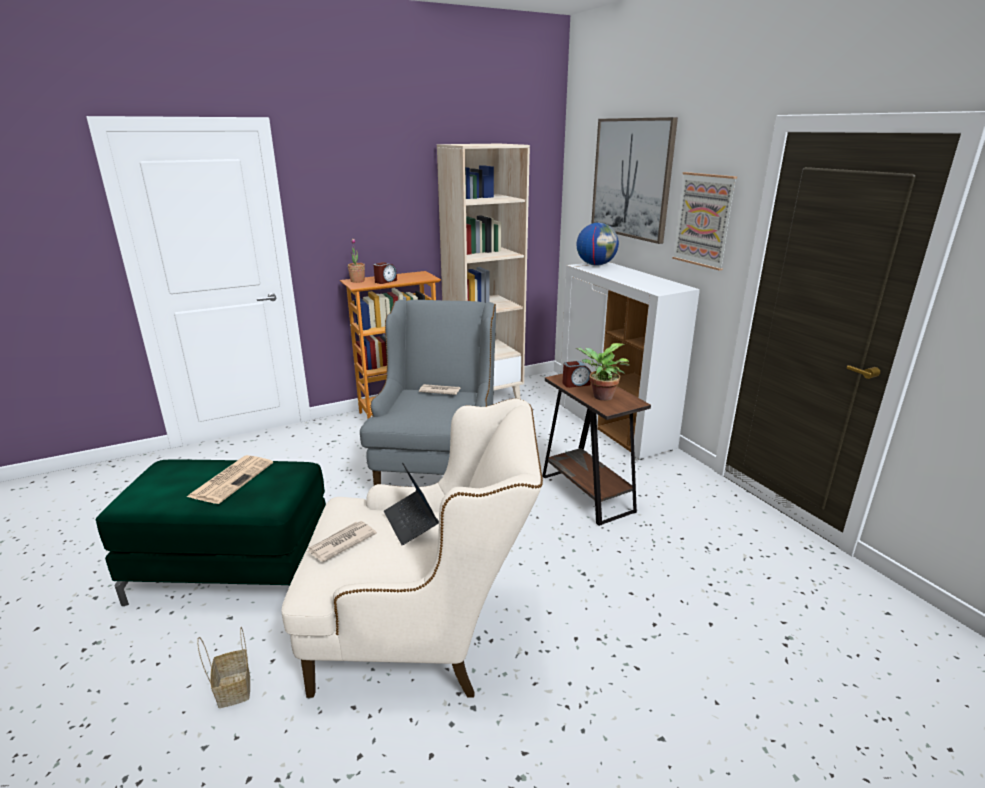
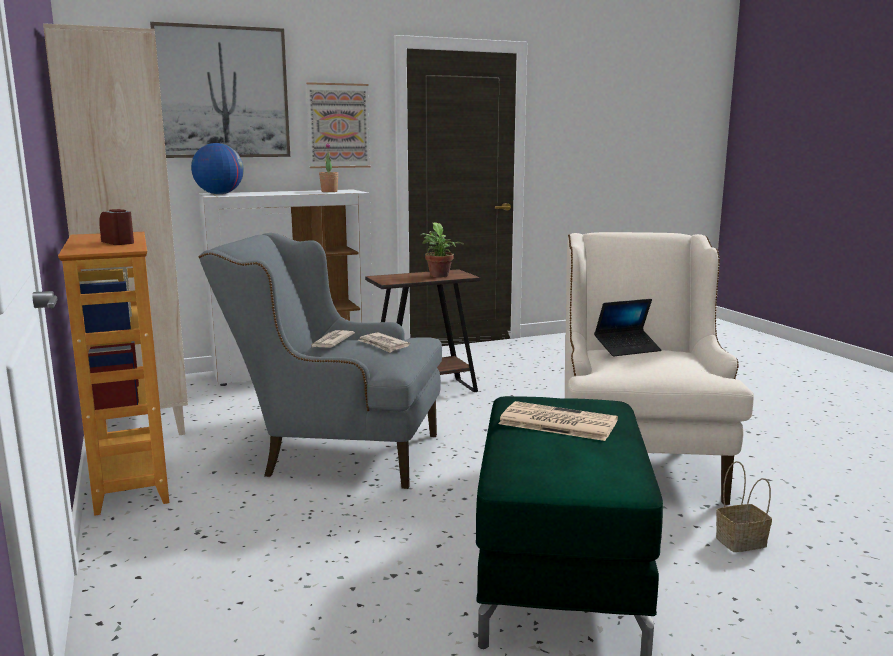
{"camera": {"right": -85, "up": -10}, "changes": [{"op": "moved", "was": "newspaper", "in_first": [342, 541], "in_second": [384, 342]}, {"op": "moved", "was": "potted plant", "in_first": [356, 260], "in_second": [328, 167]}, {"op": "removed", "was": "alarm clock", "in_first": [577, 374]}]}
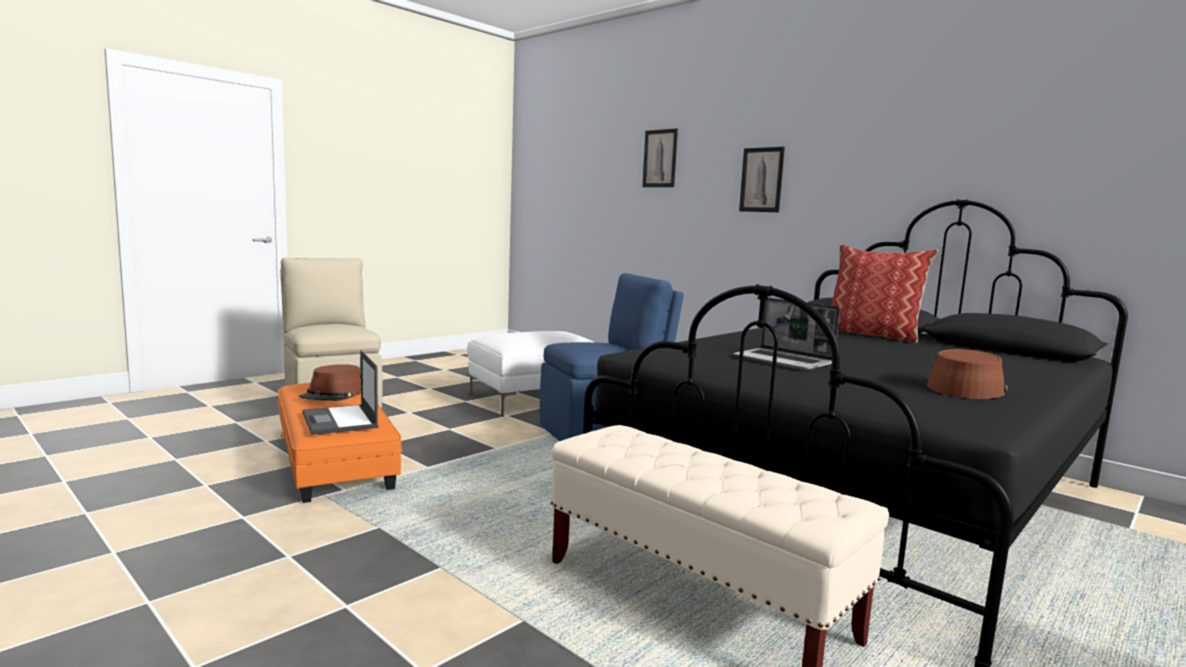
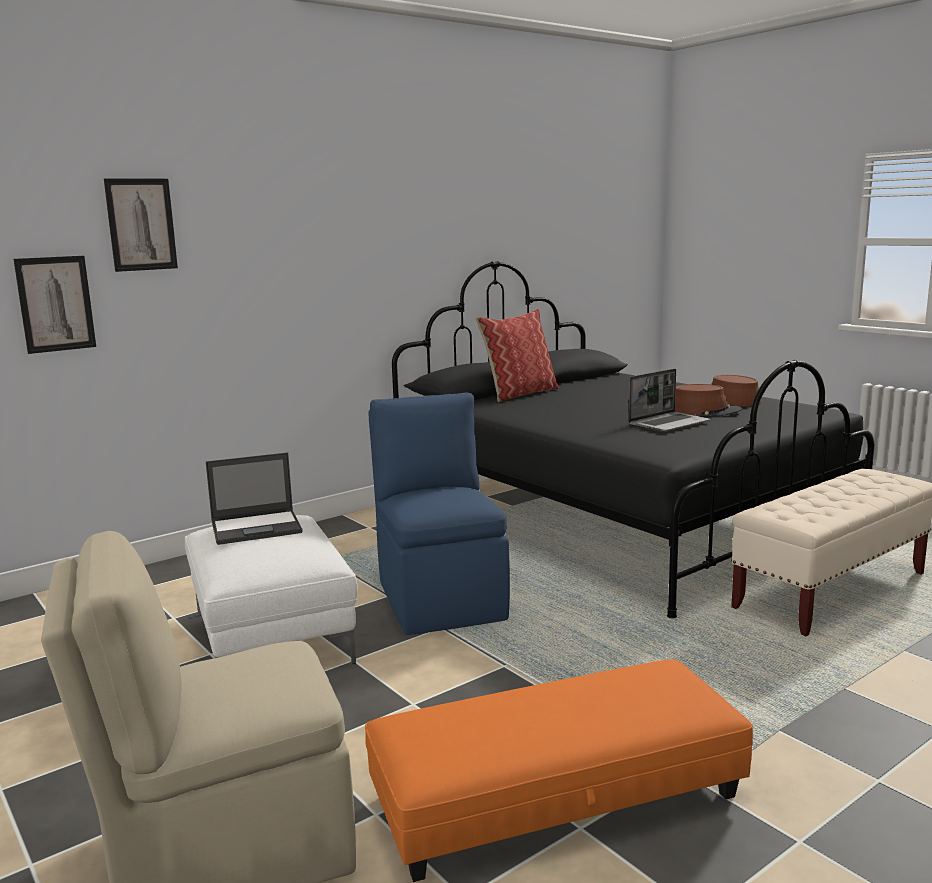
{"camera": {"right": -80, "up": 5}, "changes": [{"op": "moved", "was": "hat in brown", "in_first": [330, 382], "in_second": [708, 400]}, {"op": "moved", "was": "laptop", "in_first": [340, 393], "in_second": [254, 498]}, {"op": "moved", "was": "picture", "in_first": [762, 179], "in_second": [54, 305]}]}
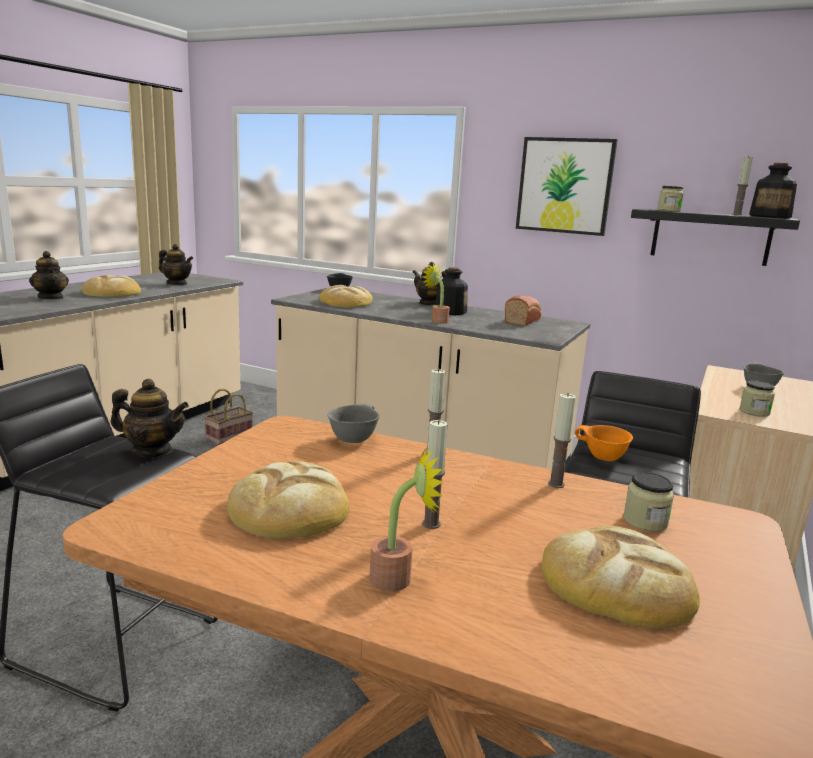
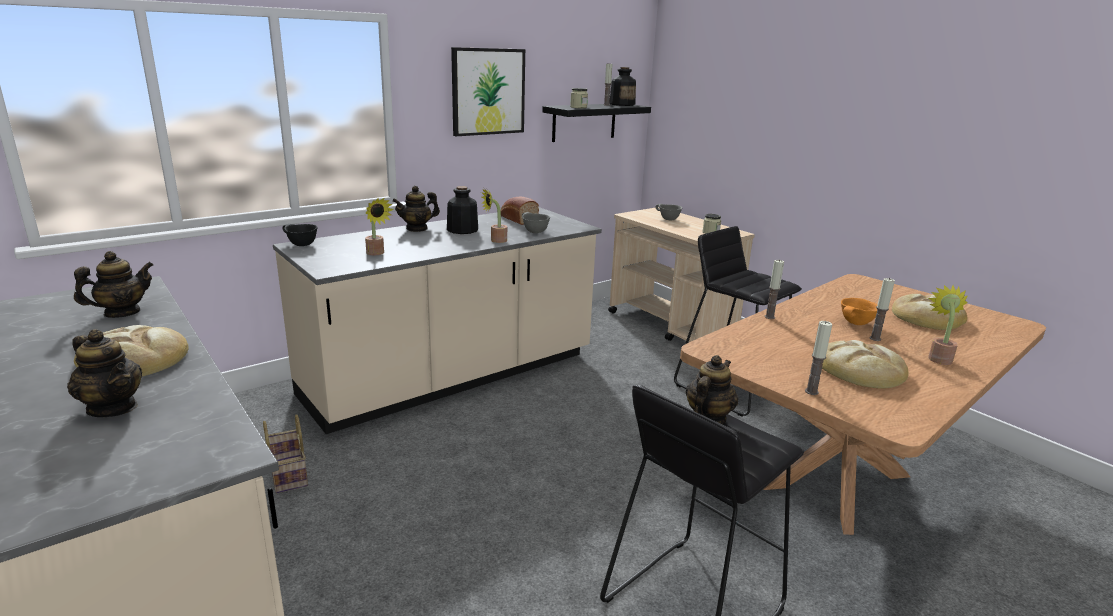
{"camera": {"right": -65, "up": 5}, "changes": [{"op": "turned", "was": "teapot", "in_first": [49, 275], "in_second": [104, 373], "clockwise": 45}, {"op": "replaced", "was": "bread", "now": "potted plant", "in_first": [346, 296], "in_second": [379, 226]}, {"op": "moved", "was": "bowl in grey", "in_first": [353, 423], "in_second": [536, 222]}, {"op": "moved", "was": "candle", "in_first": [562, 441], "in_second": [818, 358]}, {"op": "moved", "was": "bowl in orange", "in_first": [604, 443], "in_second": [859, 311]}, {"op": "removed", "was": "jar", "in_first": [648, 502]}]}
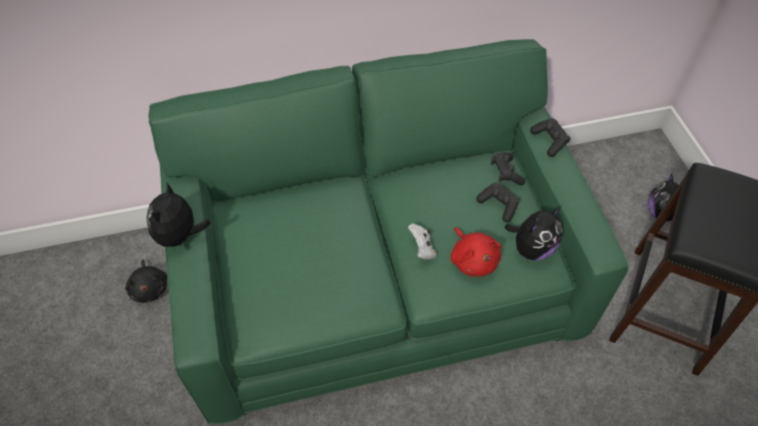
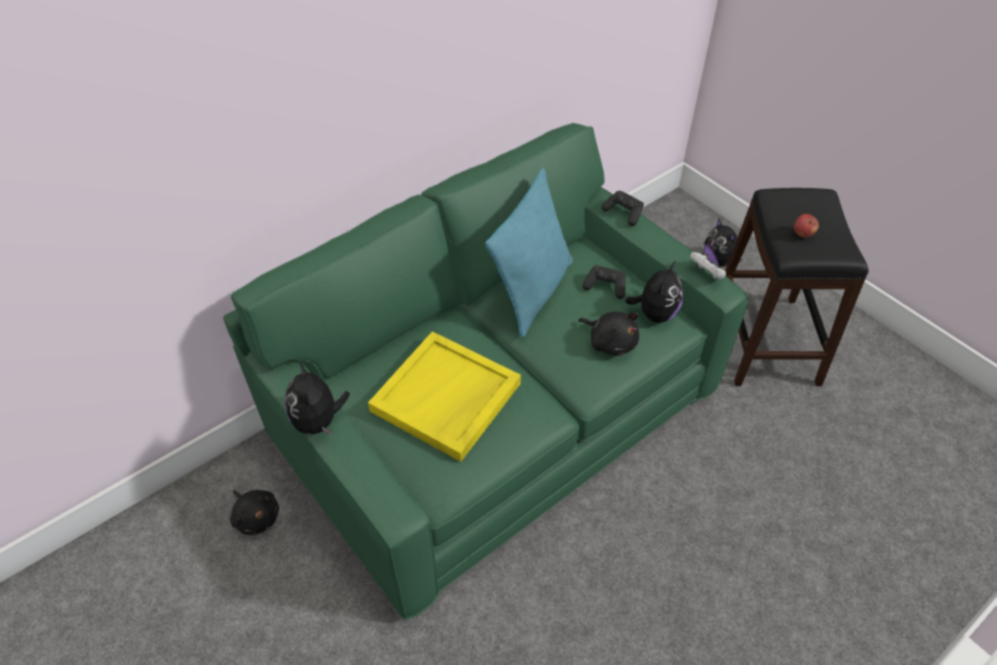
{"camera": {"right": -25, "up": -5}, "changes": [{"op": "moved", "was": "game controller in white", "in_first": [422, 241], "in_second": [707, 266]}, {"op": "recoloured", "was": "plush toy in red", "now": "plush toy in black", "in_first": [476, 252], "in_second": [608, 334]}, {"op": "removed", "was": "game controller in black", "in_first": [508, 168]}, {"op": "added", "now": "tray in yellow", "in_second": [444, 396]}, {"op": "added", "now": "pillow in turquoise", "in_second": [529, 253]}, {"op": "added", "now": "apple", "in_second": [806, 226]}]}
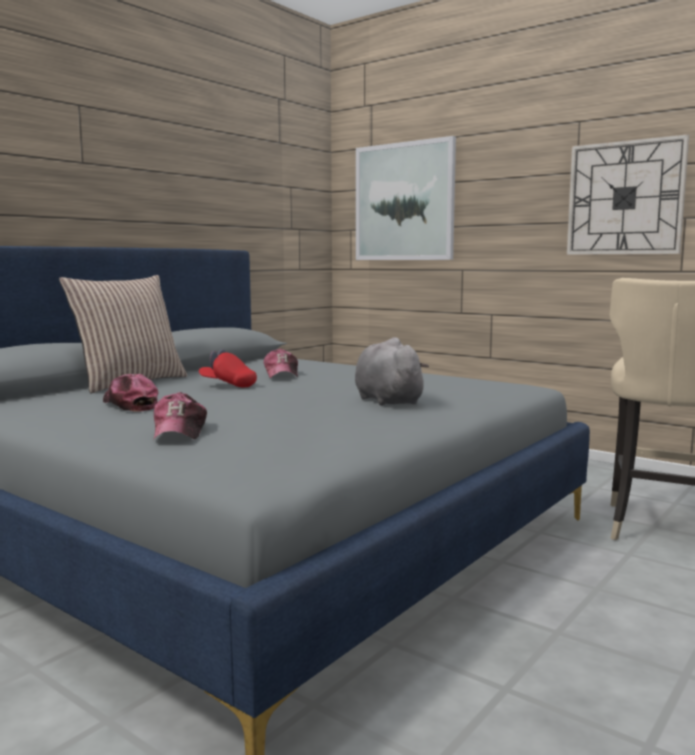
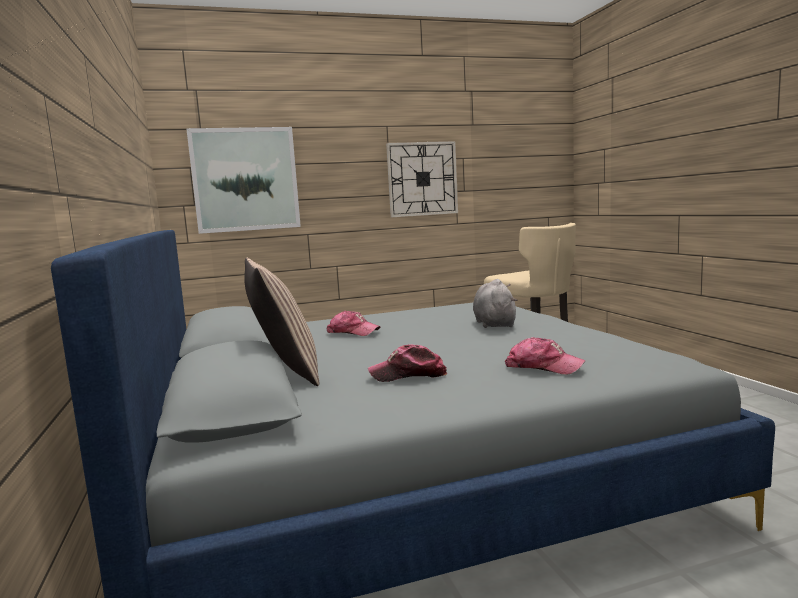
{"camera": {"right": -55, "up": 0}, "changes": [{"op": "removed", "was": "cap in red", "in_first": [228, 368]}, {"op": "turned", "was": "plush toy in grey", "in_first": [392, 371], "in_second": [495, 303], "clockwise": 75}]}
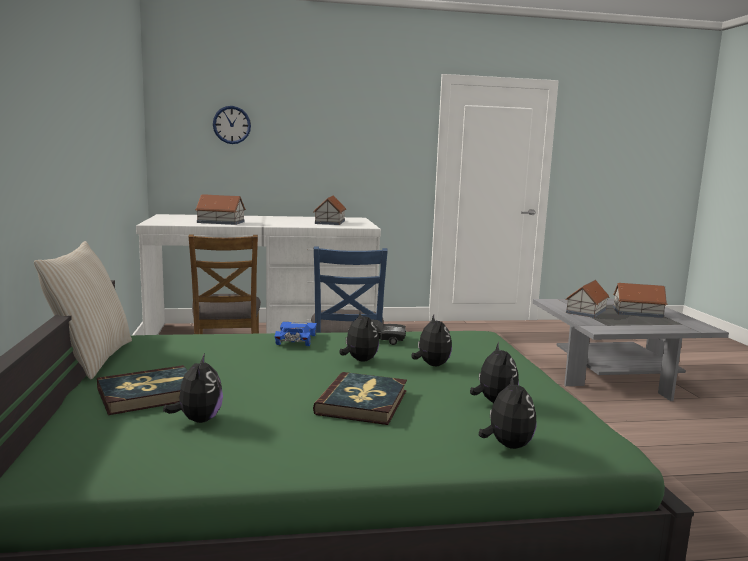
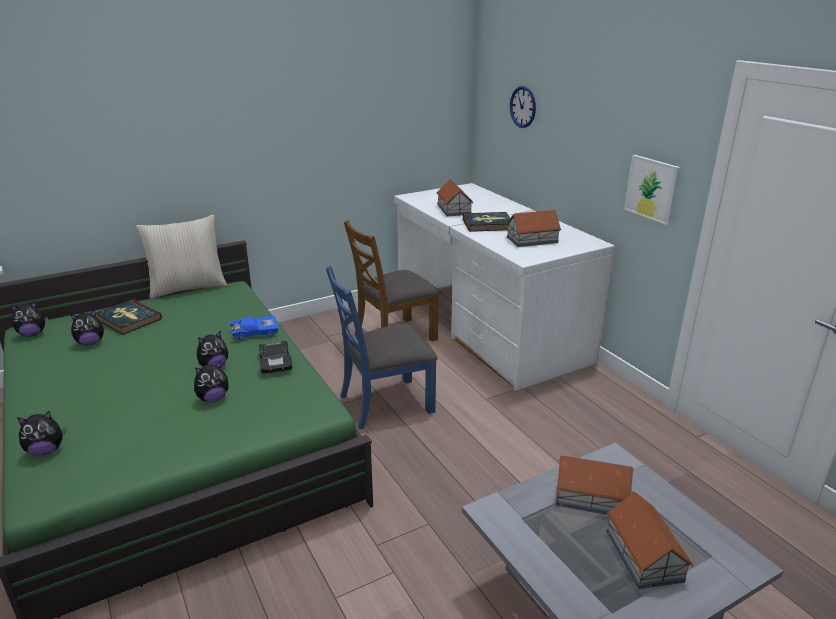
{"camera": {"right": 70, "up": 15}, "changes": [{"op": "moved", "was": "book", "in_first": [360, 398], "in_second": [486, 222]}, {"op": "moved", "was": "plush toy", "in_first": [494, 372], "in_second": [29, 319]}, {"op": "added", "now": "picture", "in_second": [652, 190]}]}
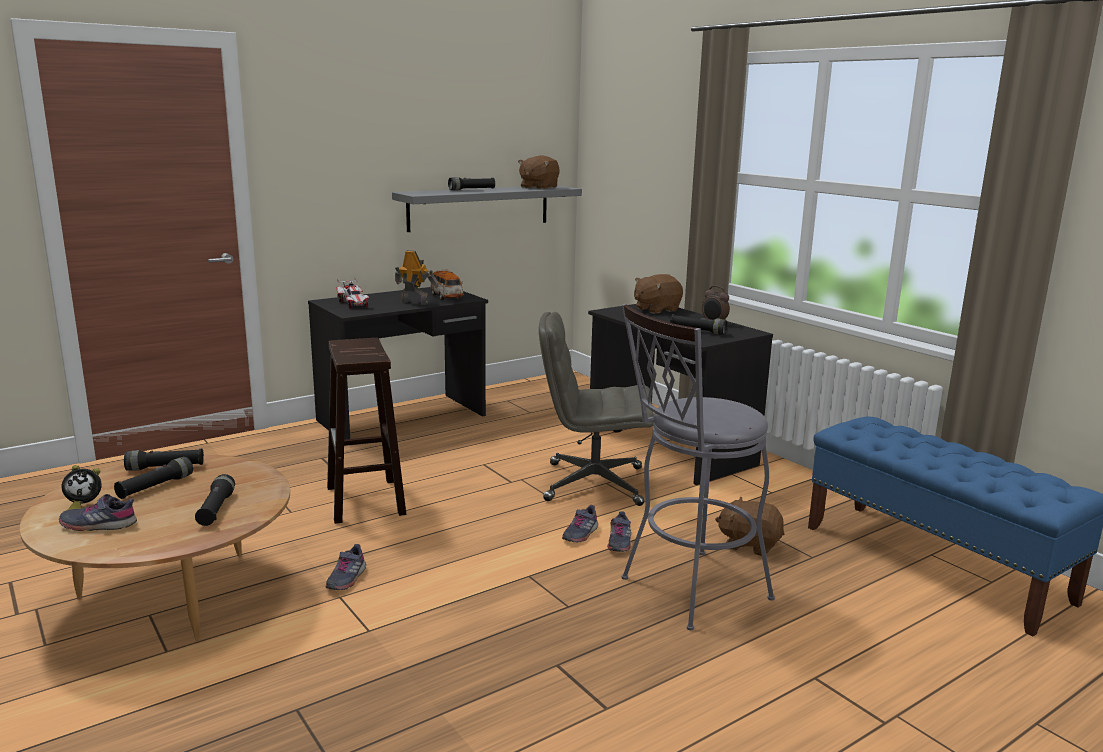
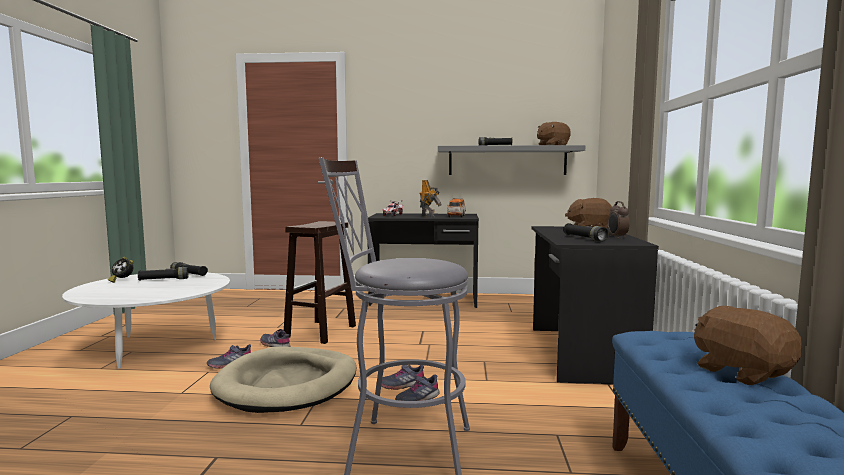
{"camera": {"right": 40, "up": -10}, "changes": [{"op": "recoloured", "was": "coffee table in brown", "now": "coffee table in white", "in_first": [155, 548], "in_second": [146, 320]}, {"op": "moved", "was": "shoe in grey", "in_first": [98, 512], "in_second": [275, 338]}, {"op": "removed", "was": "flashlight in black", "in_first": [215, 500]}, {"op": "removed", "was": "office chair in grey", "in_first": [596, 409]}, {"op": "moved", "was": "plush toy in brown", "in_first": [749, 526], "in_second": [748, 345]}, {"op": "added", "now": "dog bed in beige", "in_second": [283, 379]}]}
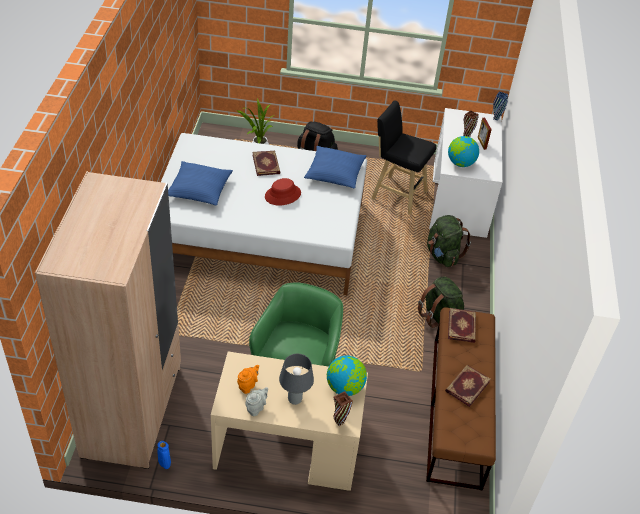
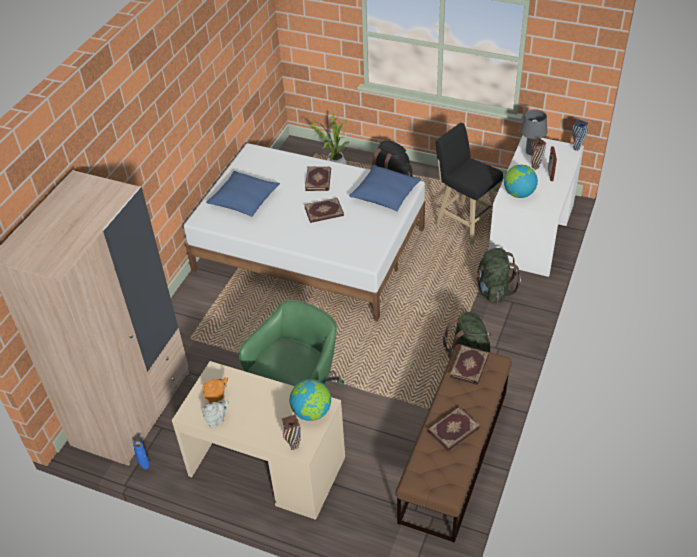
{"camera": {"right": 20, "up": 0}, "changes": [{"op": "replaced", "was": "hat in red", "now": "book", "in_first": [283, 192], "in_second": [324, 210]}, {"op": "moved", "was": "table lamp in grey", "in_first": [296, 379], "in_second": [533, 132]}]}
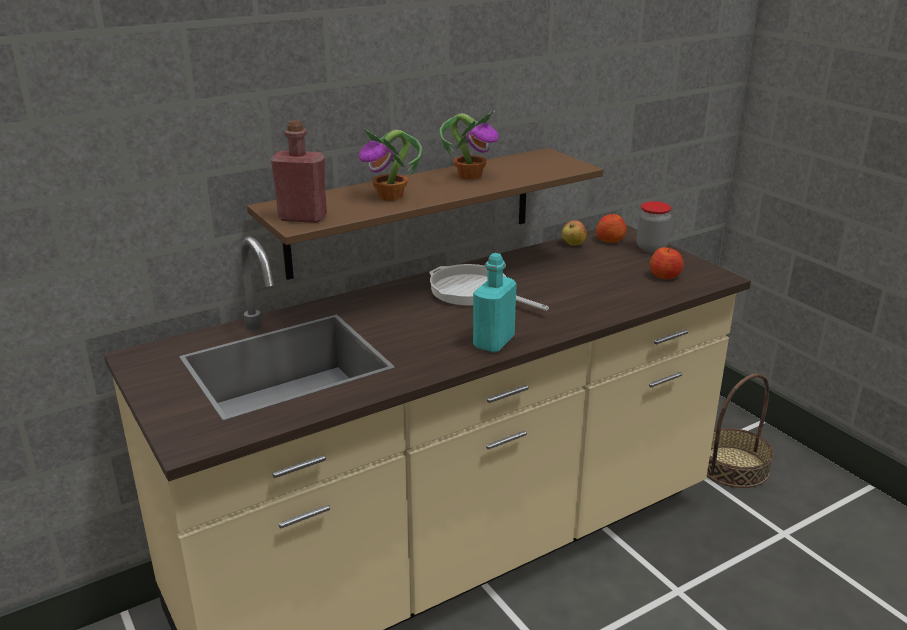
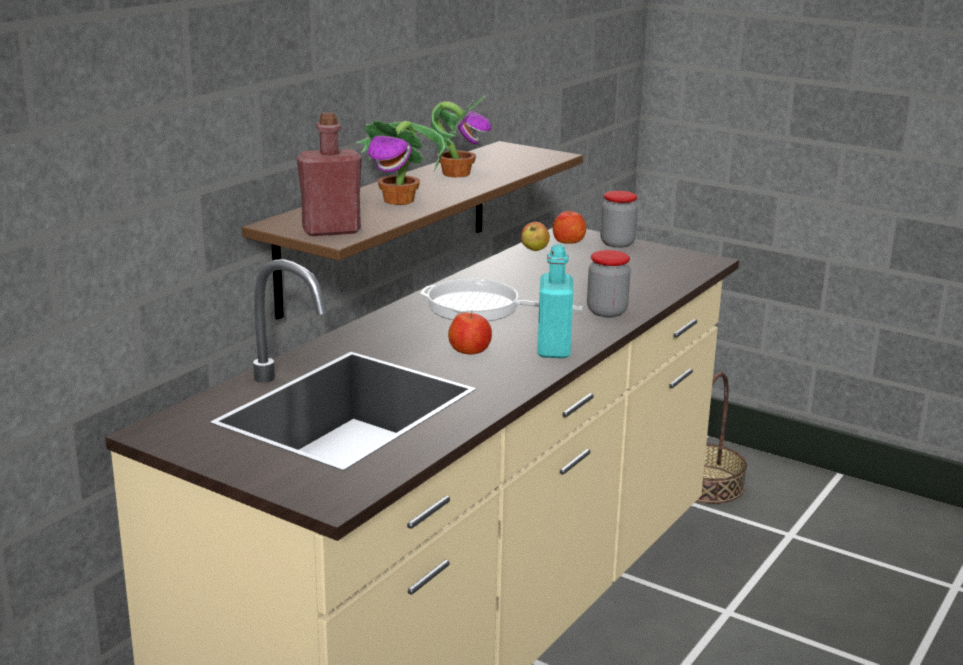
{"camera": {"right": -25, "up": -5}, "changes": [{"op": "moved", "was": "apple", "in_first": [666, 262], "in_second": [470, 332]}, {"op": "added", "now": "jar", "in_second": [609, 283]}]}
